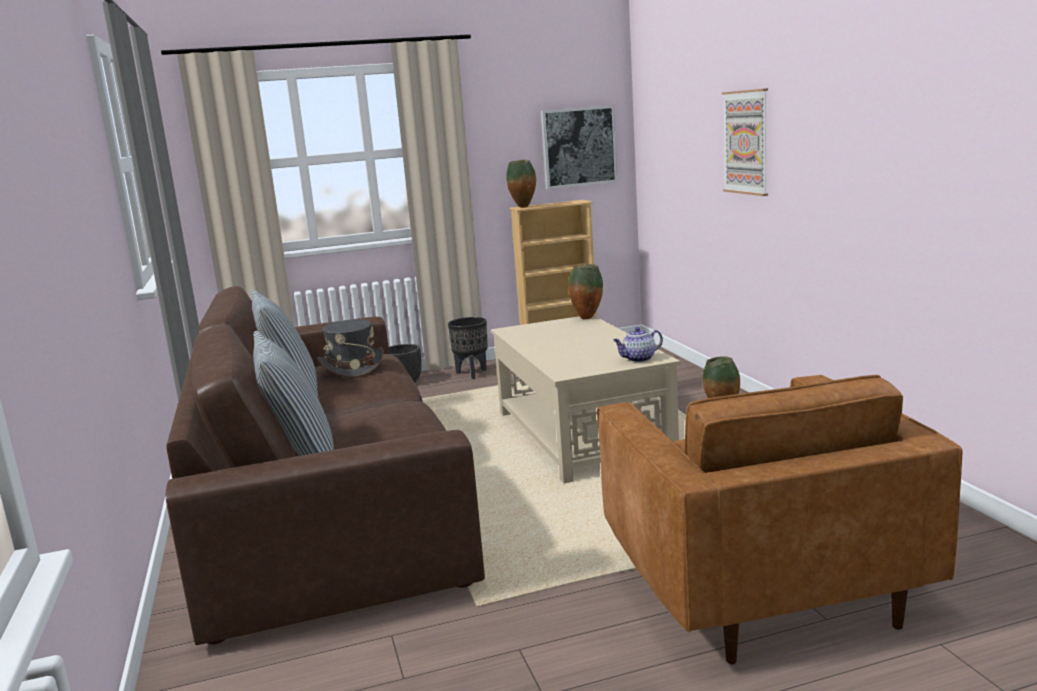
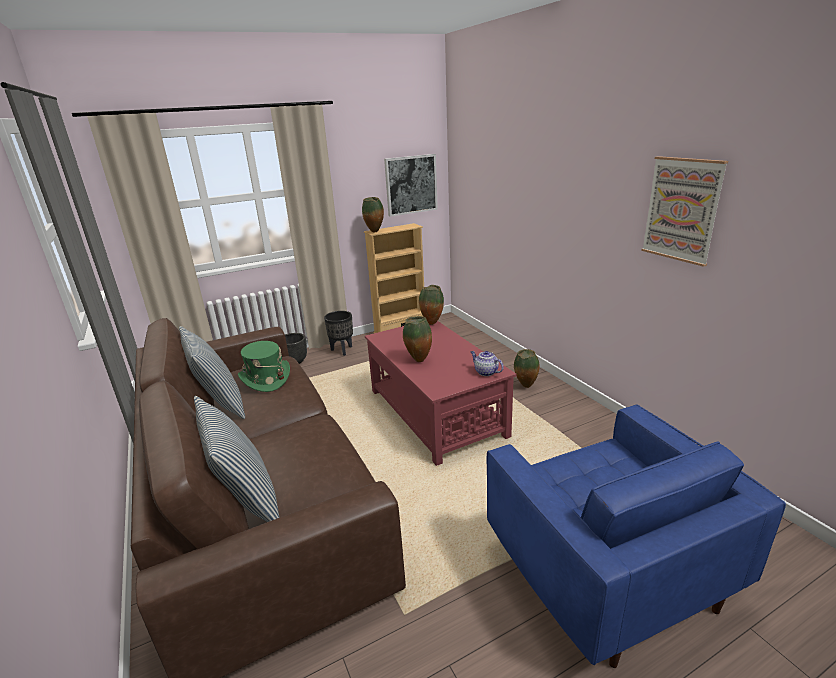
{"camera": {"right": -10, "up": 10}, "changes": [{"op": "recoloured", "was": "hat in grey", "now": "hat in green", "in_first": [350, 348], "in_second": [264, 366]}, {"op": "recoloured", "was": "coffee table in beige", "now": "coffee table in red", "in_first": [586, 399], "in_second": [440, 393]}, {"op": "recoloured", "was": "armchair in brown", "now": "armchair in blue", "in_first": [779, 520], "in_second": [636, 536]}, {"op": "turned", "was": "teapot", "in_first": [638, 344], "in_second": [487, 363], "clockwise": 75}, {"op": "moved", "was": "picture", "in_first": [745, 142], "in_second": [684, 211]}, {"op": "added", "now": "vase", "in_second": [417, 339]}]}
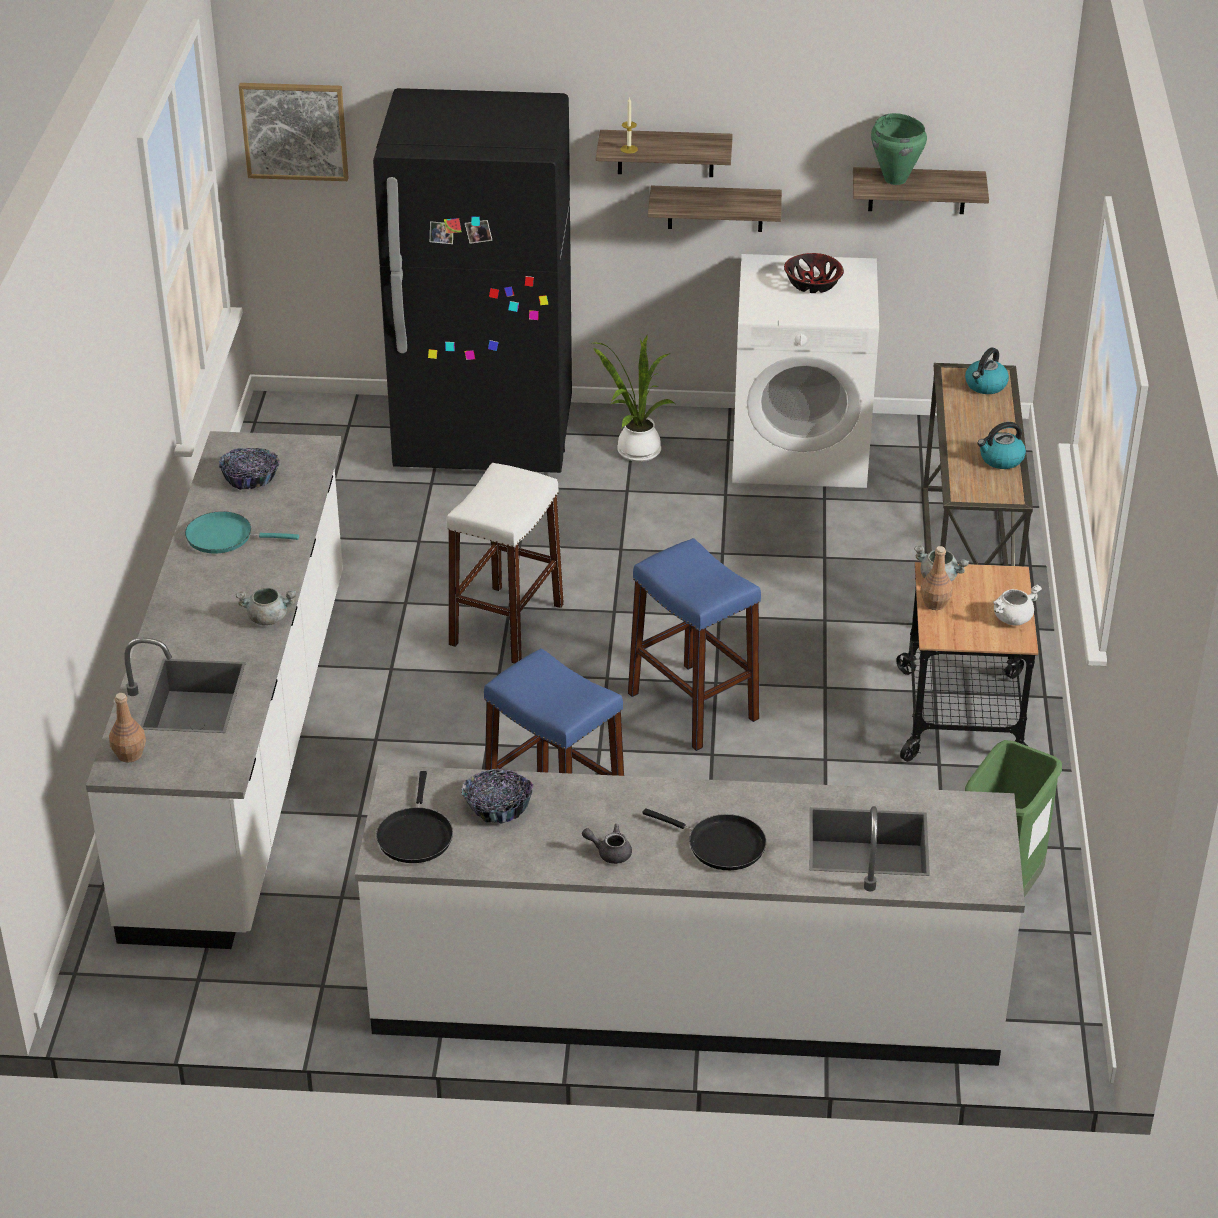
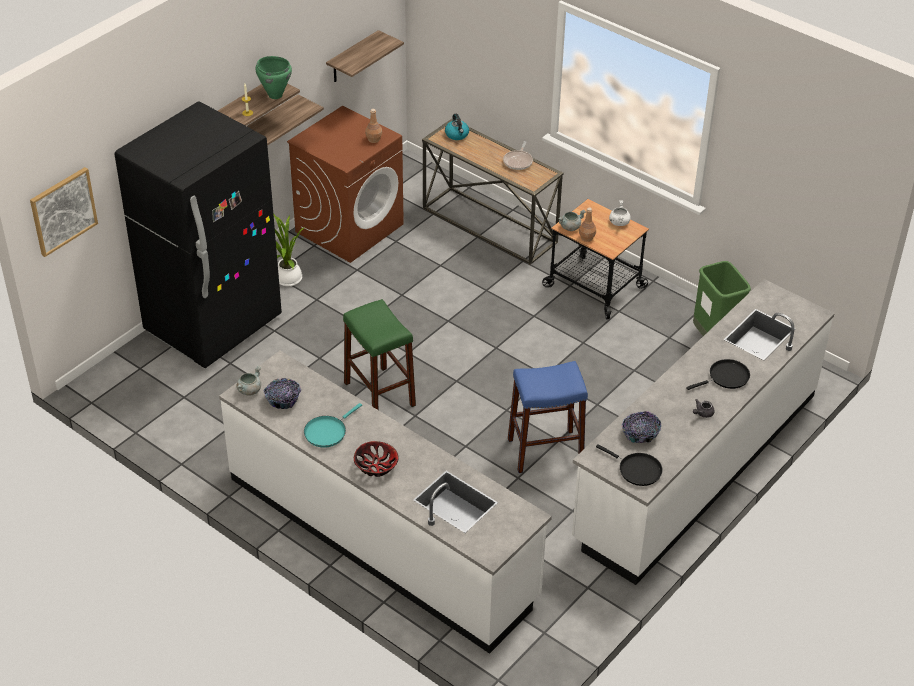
{"camera": {"right": -55, "up": 5}, "changes": [{"op": "moved", "was": "bottle in brown", "in_first": [127, 728], "in_second": [373, 126]}, {"op": "moved", "was": "cooking pot in grey", "in_first": [266, 606], "in_second": [248, 380]}, {"op": "recoloured", "was": "stool in white", "now": "stool in green", "in_first": [505, 563], "in_second": [379, 354]}, {"op": "removed", "was": "stool in blue", "in_first": [694, 644]}, {"op": "recoloured", "was": "washing machine in white", "now": "washing machine in brown", "in_first": [805, 371], "in_second": [345, 184]}, {"op": "moved", "was": "bowl", "in_first": [814, 273], "in_second": [376, 459]}, {"op": "moved", "was": "cooking pot in green", "in_first": [899, 149], "in_second": [274, 77]}, {"op": "replaced", "was": "kettle", "now": "frying pan", "in_first": [1002, 445], "in_second": [518, 155]}]}
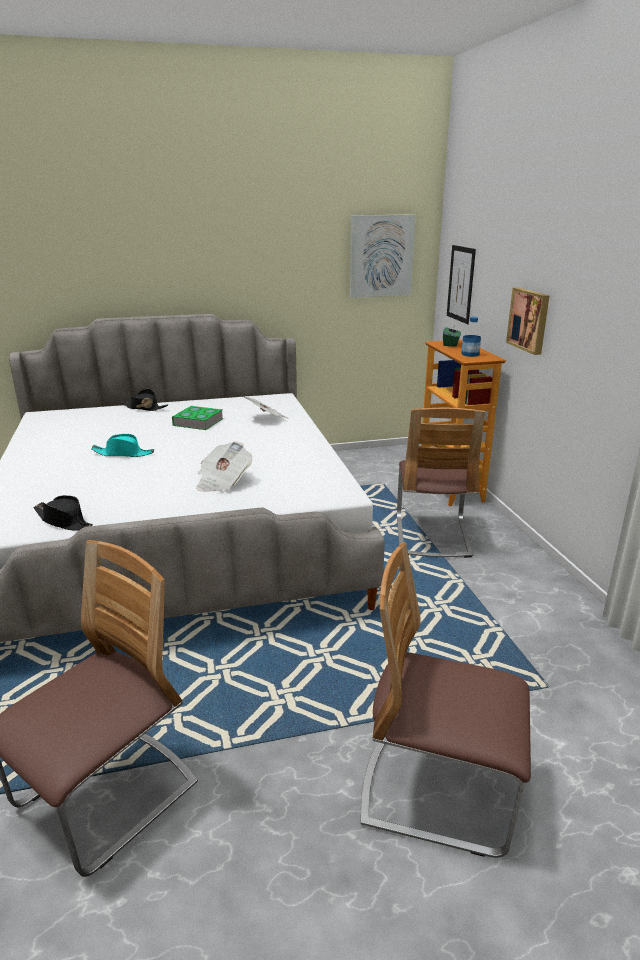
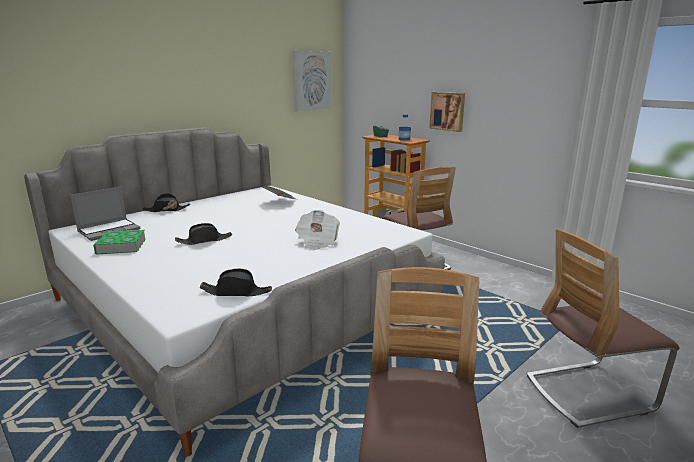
{"camera": {"right": -30, "up": -5}, "changes": [{"op": "recoloured", "was": "hat in turquoise", "now": "hat in black", "in_first": [122, 445], "in_second": [203, 234]}, {"op": "moved", "was": "book", "in_first": [197, 418], "in_second": [119, 242]}, {"op": "removed", "was": "picture", "in_first": [461, 284]}, {"op": "added", "now": "laptop", "in_second": [105, 214]}]}
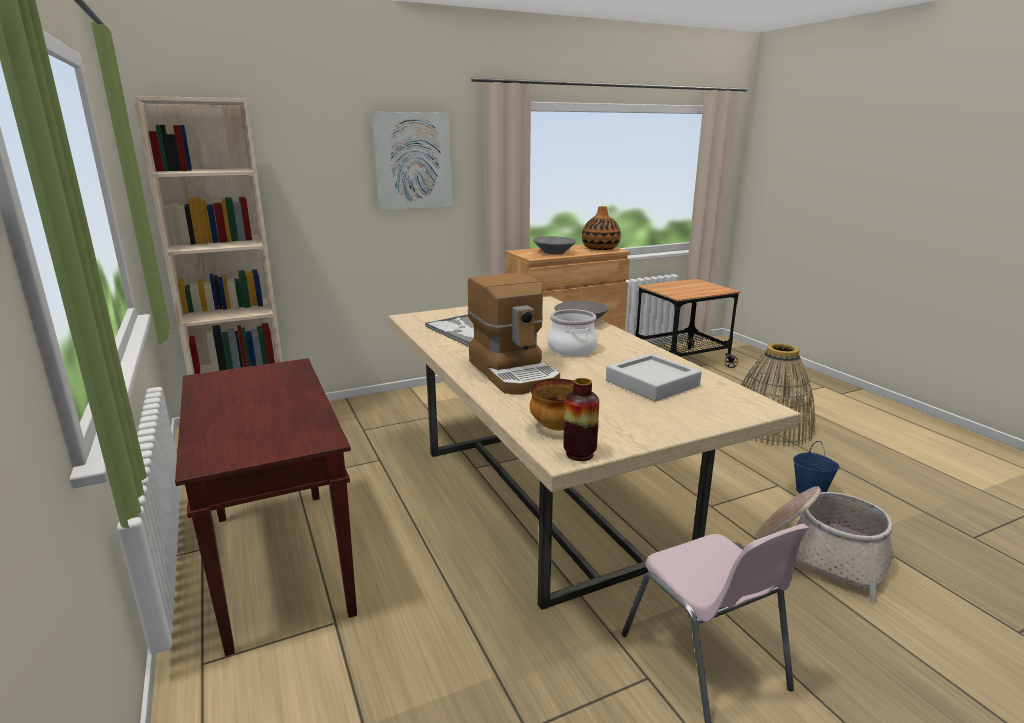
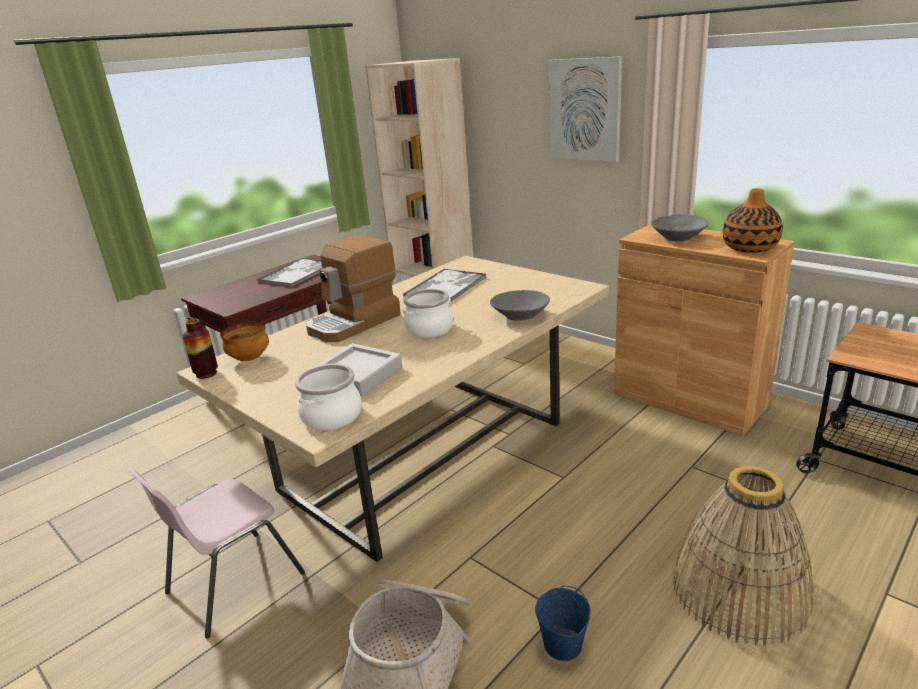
{"camera": {"right": 70, "up": 5}, "changes": [{"op": "added", "now": "tray", "in_second": [289, 272]}, {"op": "added", "now": "cooking pot", "in_second": [328, 397]}]}
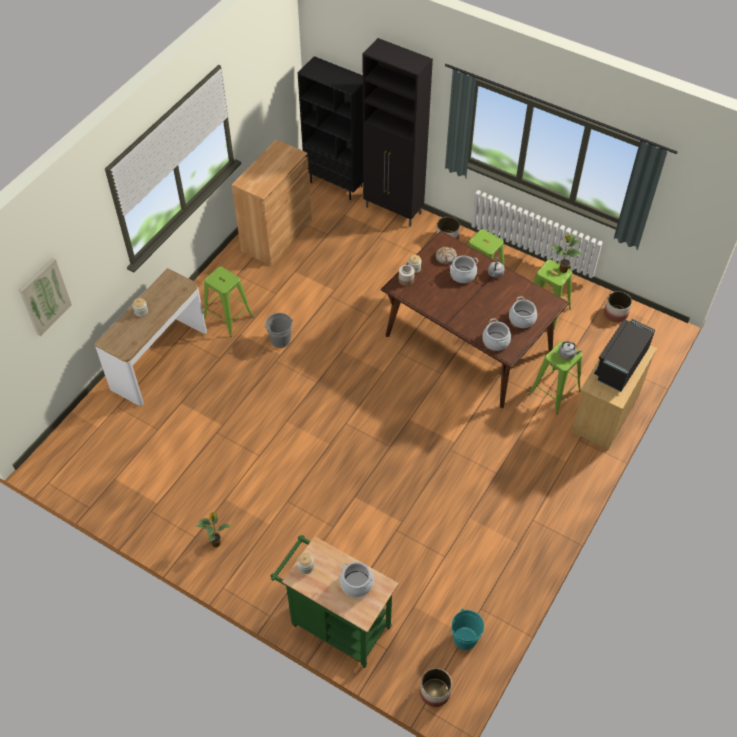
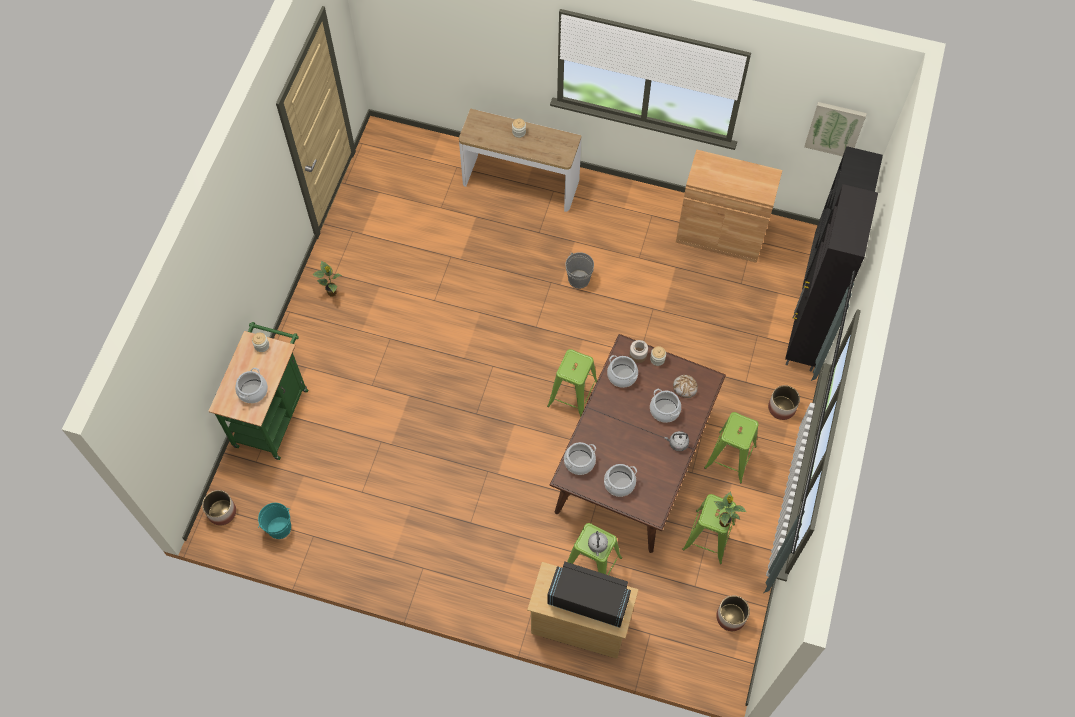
{"camera": {"right": 75, "up": 10}, "changes": [{"op": "moved", "was": "picture", "in_first": [45, 297], "in_second": [835, 129]}, {"op": "moved", "was": "stool in green", "in_first": [229, 301], "in_second": [572, 383]}, {"op": "added", "now": "cooking pot", "in_second": [622, 371]}]}
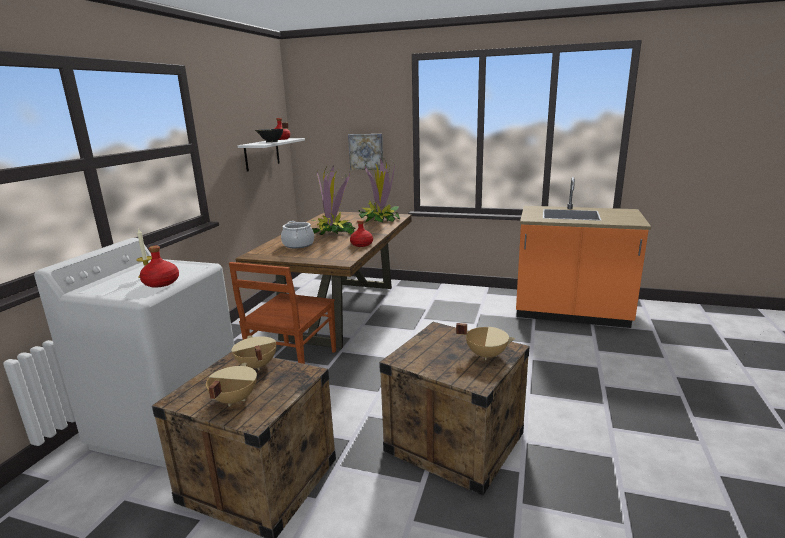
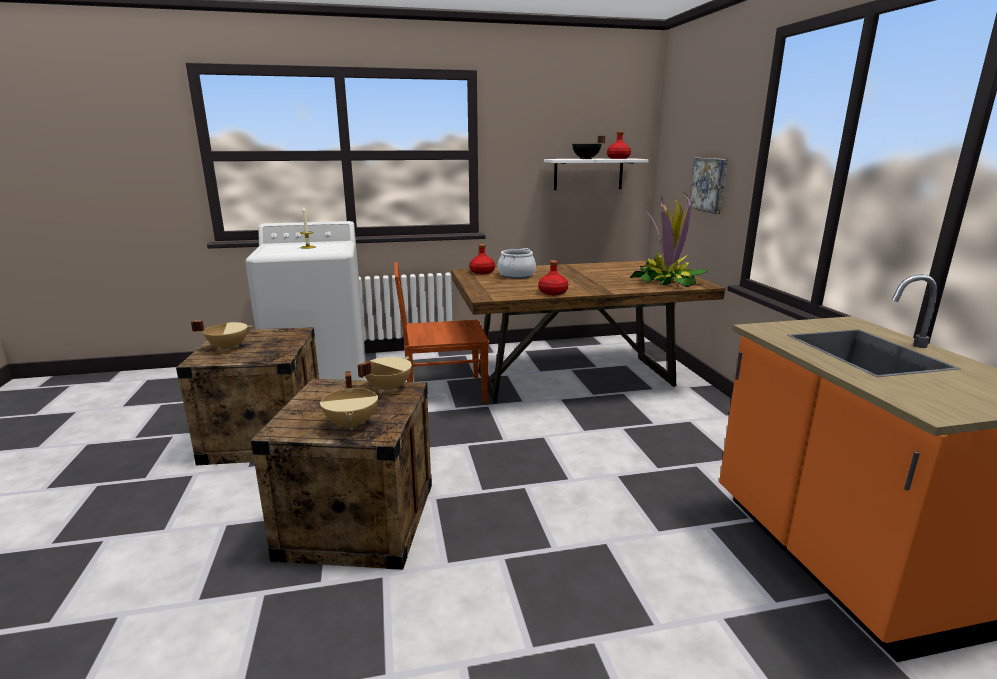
{"camera": {"right": 60, "up": 0}, "changes": [{"op": "moved", "was": "bottle in red", "in_first": [159, 267], "in_second": [482, 259]}, {"op": "moved", "was": "cooking pot in beige", "in_first": [254, 353], "in_second": [385, 374]}, {"op": "removed", "was": "potted plant", "in_first": [334, 200]}]}
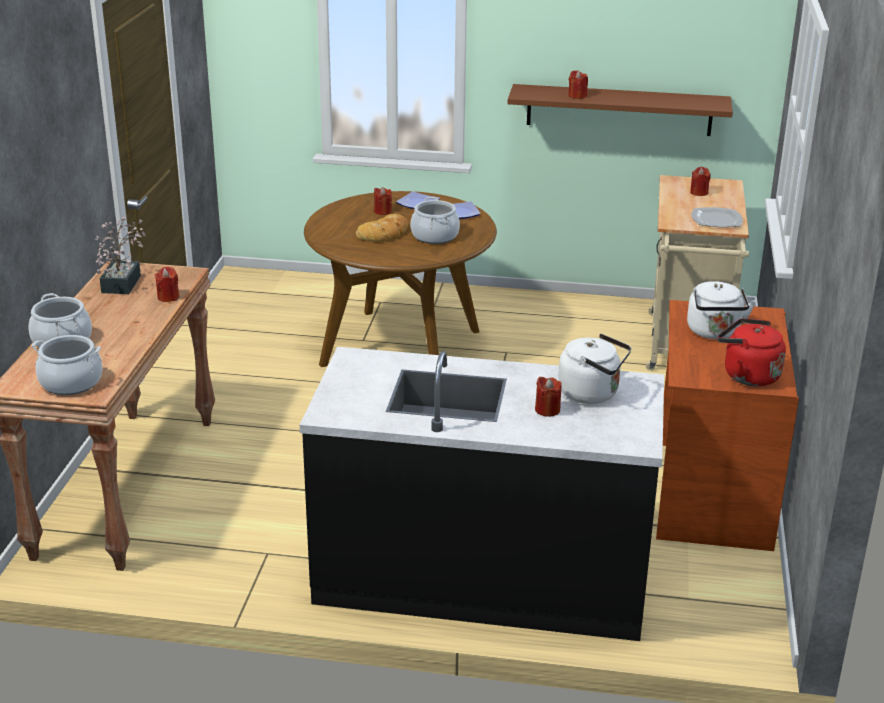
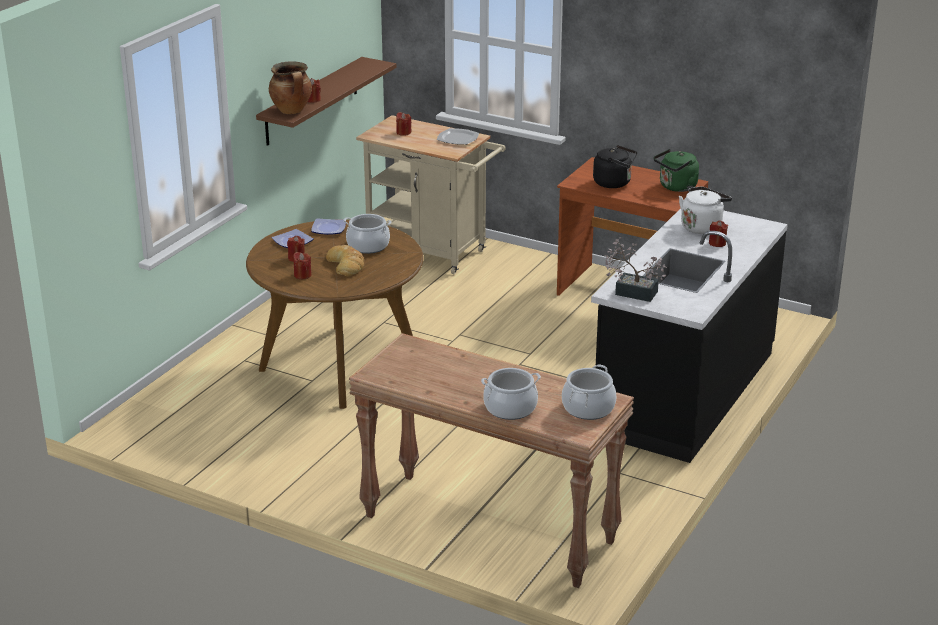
{"camera": {"right": -70, "up": 0}, "changes": [{"op": "moved", "was": "potted plant", "in_first": [121, 255], "in_second": [636, 269]}, {"op": "moved", "was": "candle in red", "in_first": [167, 284], "in_second": [302, 265]}, {"op": "recoloured", "was": "kettle in white", "now": "kettle in black", "in_first": [721, 310], "in_second": [615, 166]}, {"op": "recoloured", "was": "kettle in red", "now": "kettle in green", "in_first": [752, 352], "in_second": [676, 170]}, {"op": "added", "now": "cooking pot", "in_second": [290, 87]}]}
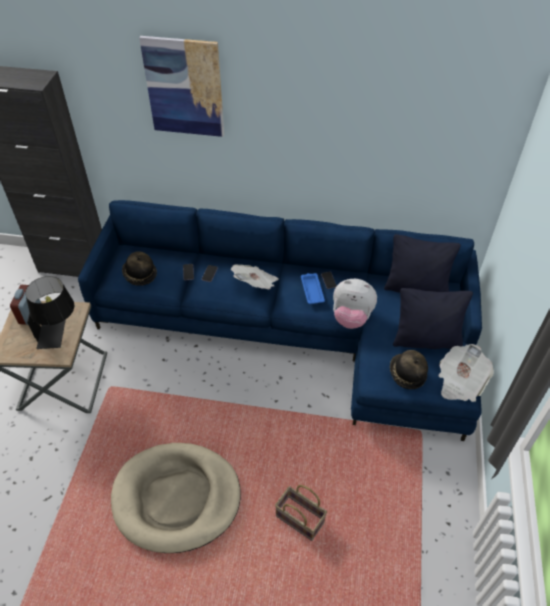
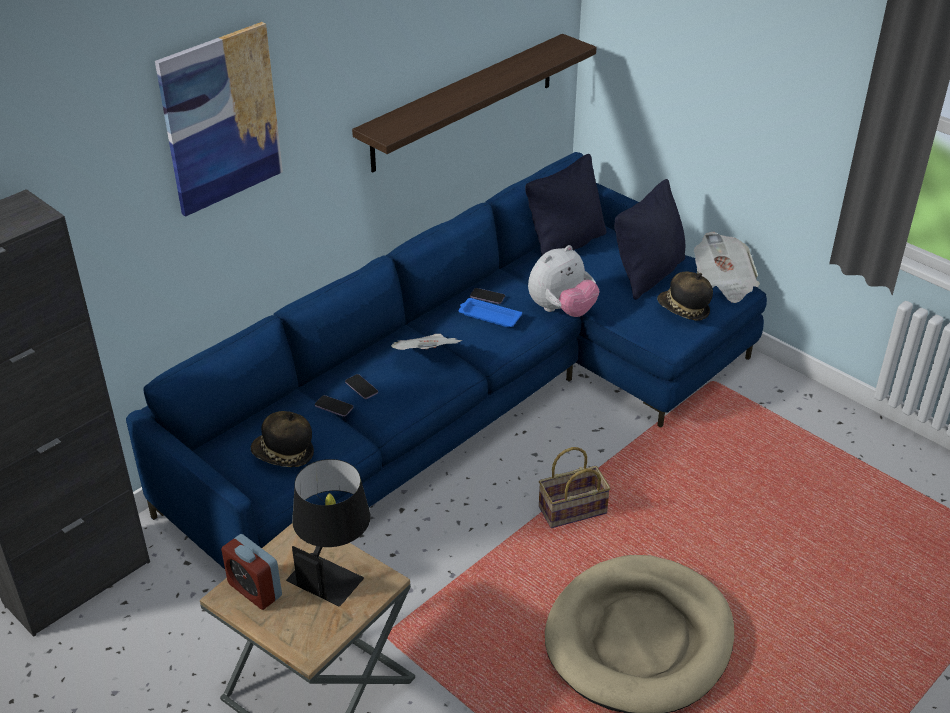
{"camera": {"right": -55, "up": -10}, "changes": [{"op": "moved", "was": "basket", "in_first": [301, 513], "in_second": [575, 487]}, {"op": "added", "now": "shelf", "in_second": [474, 103]}]}
